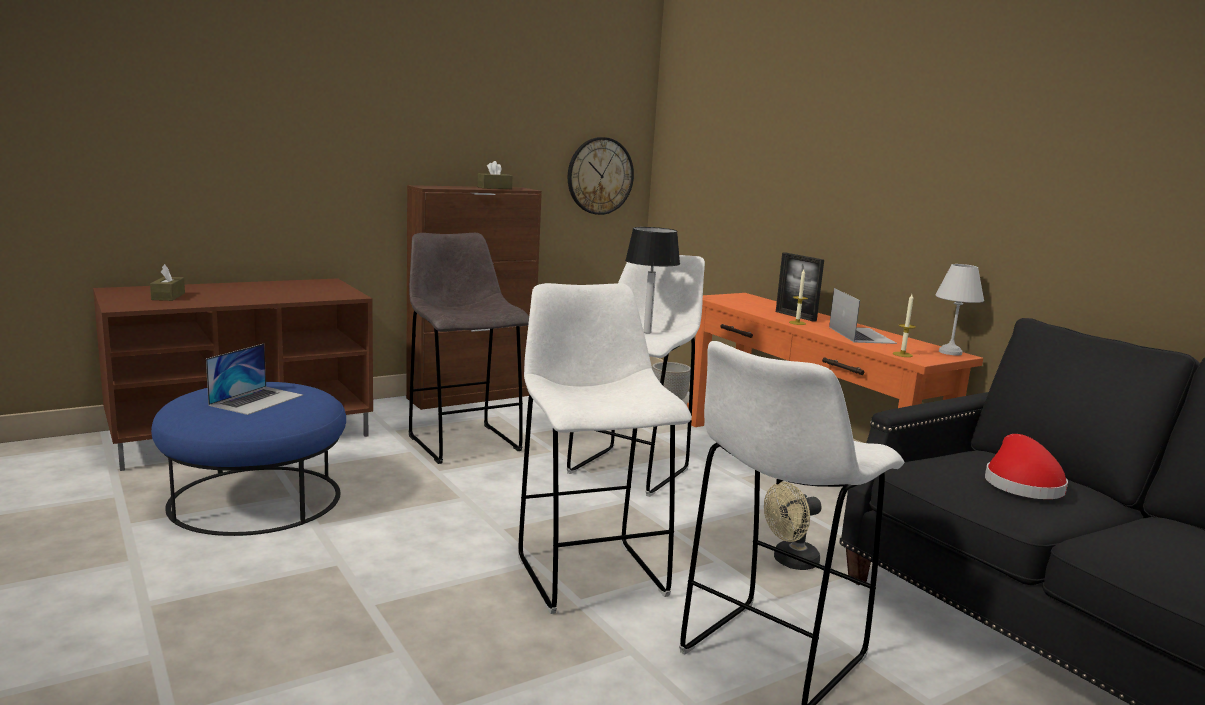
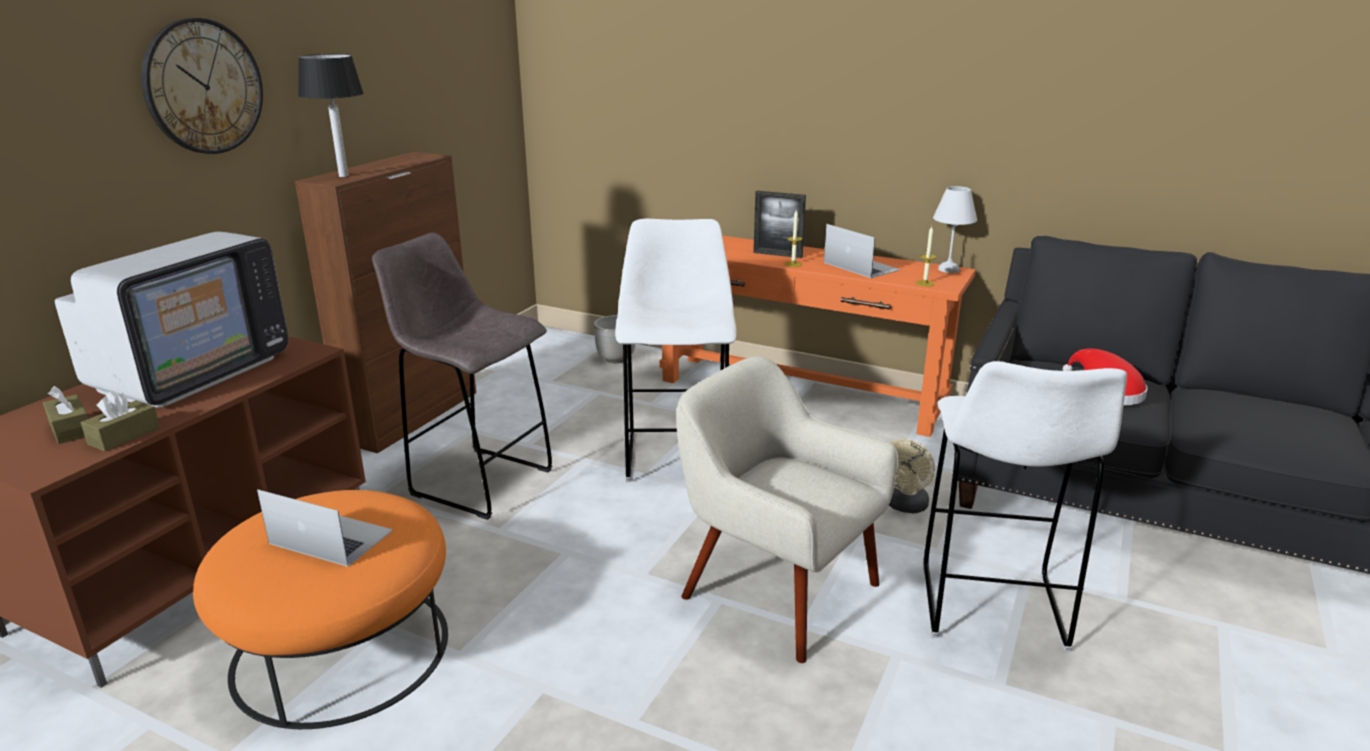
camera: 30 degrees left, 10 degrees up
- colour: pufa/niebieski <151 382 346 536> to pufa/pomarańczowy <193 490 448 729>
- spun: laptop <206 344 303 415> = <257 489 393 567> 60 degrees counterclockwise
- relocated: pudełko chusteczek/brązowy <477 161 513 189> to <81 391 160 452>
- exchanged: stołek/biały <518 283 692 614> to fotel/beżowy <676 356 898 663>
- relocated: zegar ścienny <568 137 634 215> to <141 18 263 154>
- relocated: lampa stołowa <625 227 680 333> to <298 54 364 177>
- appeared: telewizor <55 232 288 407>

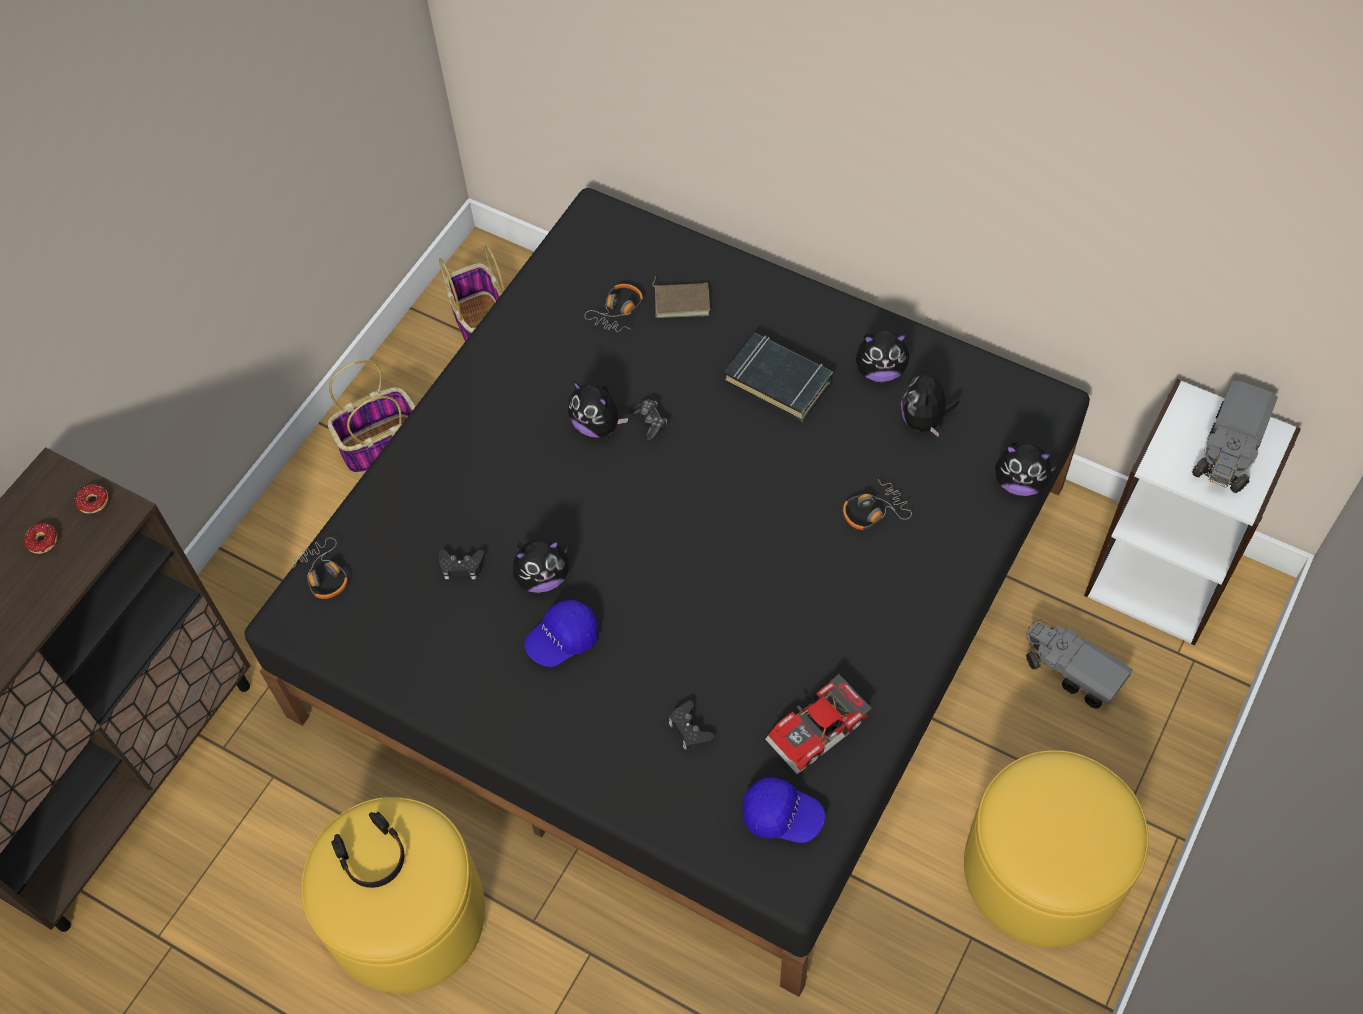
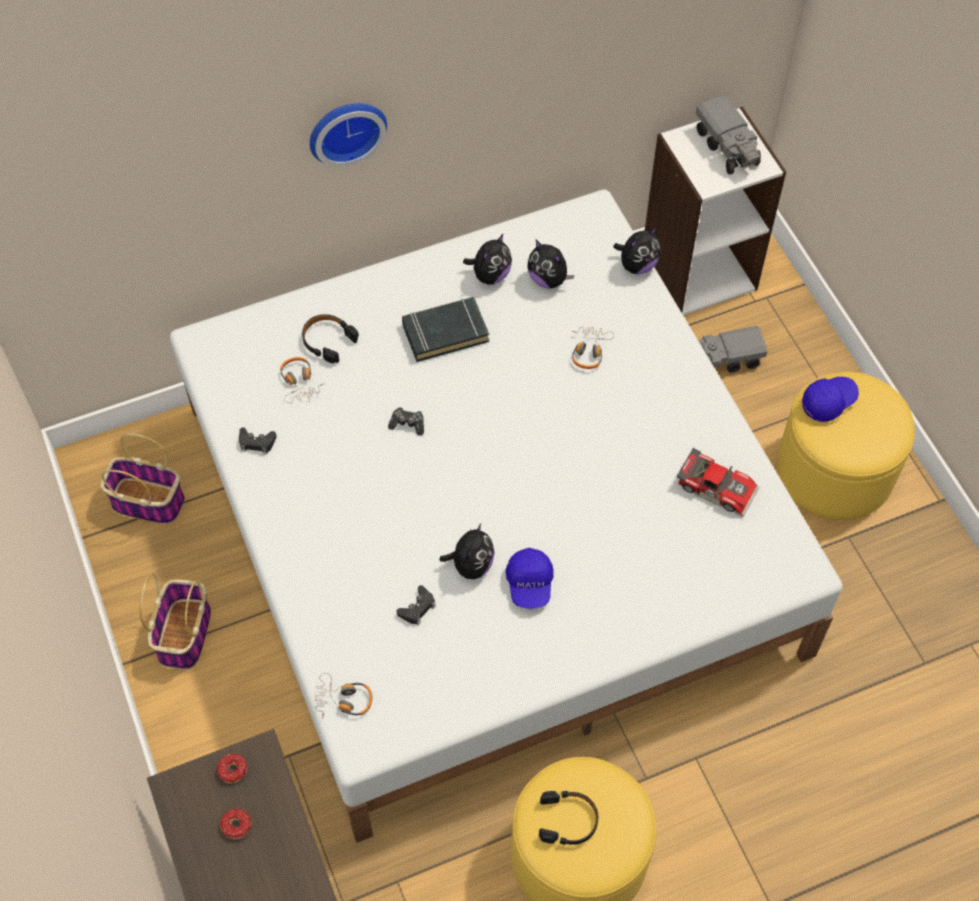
camera: 55 degrees left, 0 degrees up
- colour: łóżko/czarny <245 188 1090 997> to łóżko/biały <170 190 843 843>
- missing: pluszak <568 381 628 438>
- exchanged: książka/brązowy <653 276 710 318> to słuchawki/czarny <302 314 359 363>
- relocated: pad do gier/czarny <669 701 714 750> to <239 427 277 455>
- relocated: czapka z daszkiem/niebieski <742 777 825 843> to <802 377 859 422>
- spun: samochodzik <765 674 872 775> = <677 448 759 517> 60 degrees counterclockwise
- appeared: zegar ścienny <310 103 387 167>

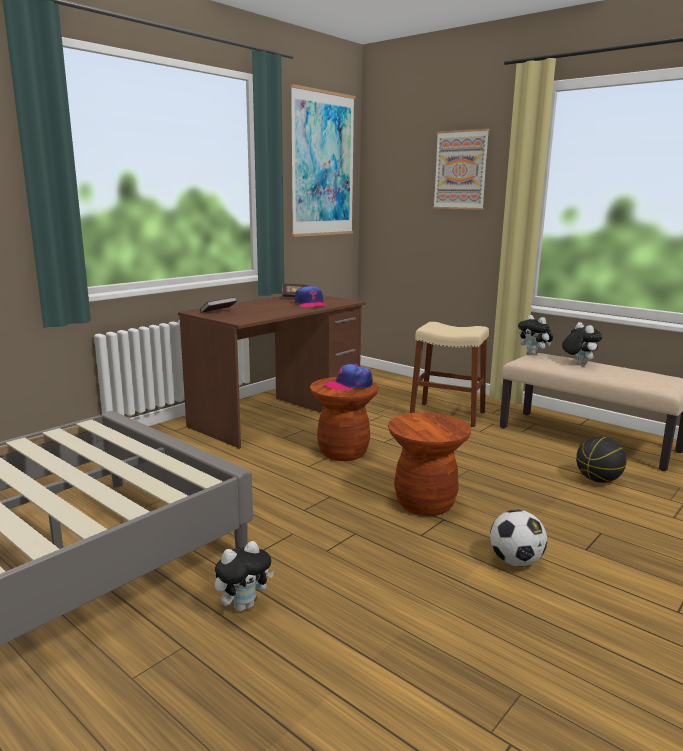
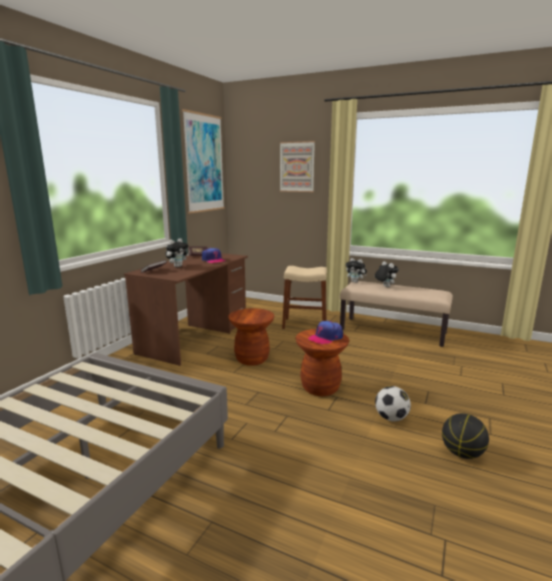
camera: 15 degrees left, 0 degrees up
- relocated: pluszak <215 541 274 612> to <165 238 189 267>
- relocated: czapka z daszkiem <324 364 372 391> to <308 321 343 344>
- relocated: piłka do koszykówki <576 436 627 483> to <442 413 489 459>

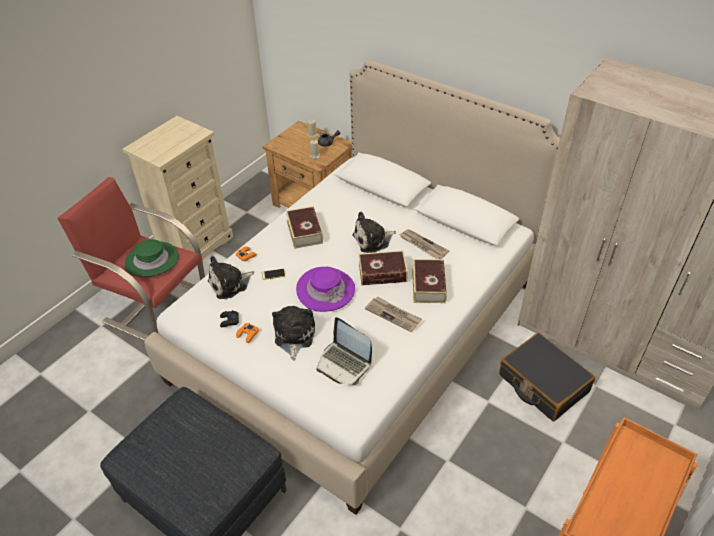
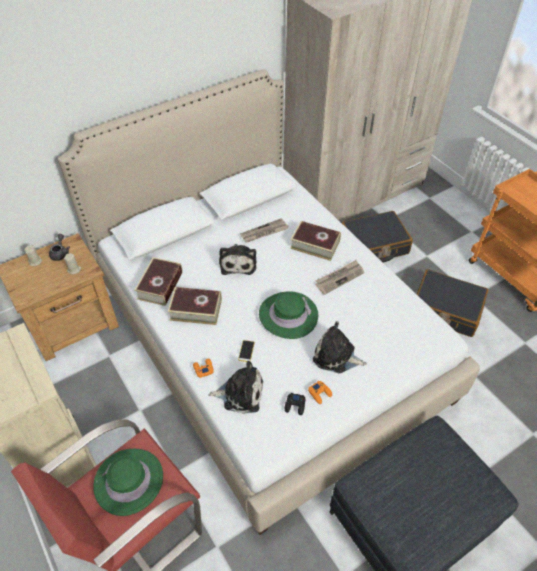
camera: 70 degrees left, 5 degrees up
- spun: pluszak <208 256 255 299> = <209 361 263 414> 75 degrees counterclockwise
- colour: kapelusz/fioletowy <296 267 355 312> to kapelusz/zielony <259 291 318 339>
- missing: laptop <316 317 372 385>
- relocated: książka <358 250 408 286> to <134 257 182 306>
- appeared: walizka/czarny <417 269 488 337>

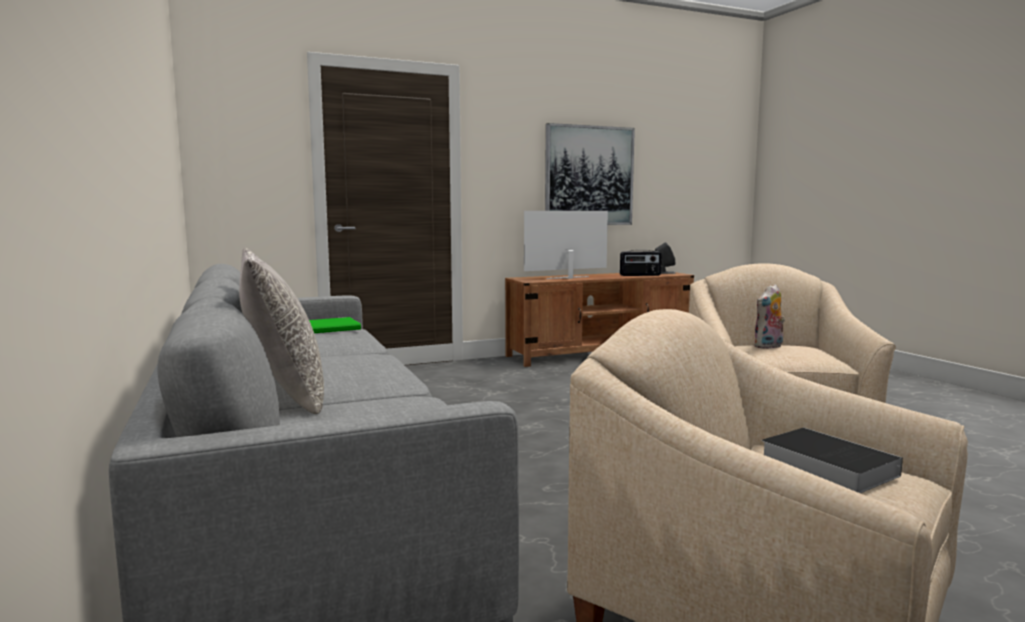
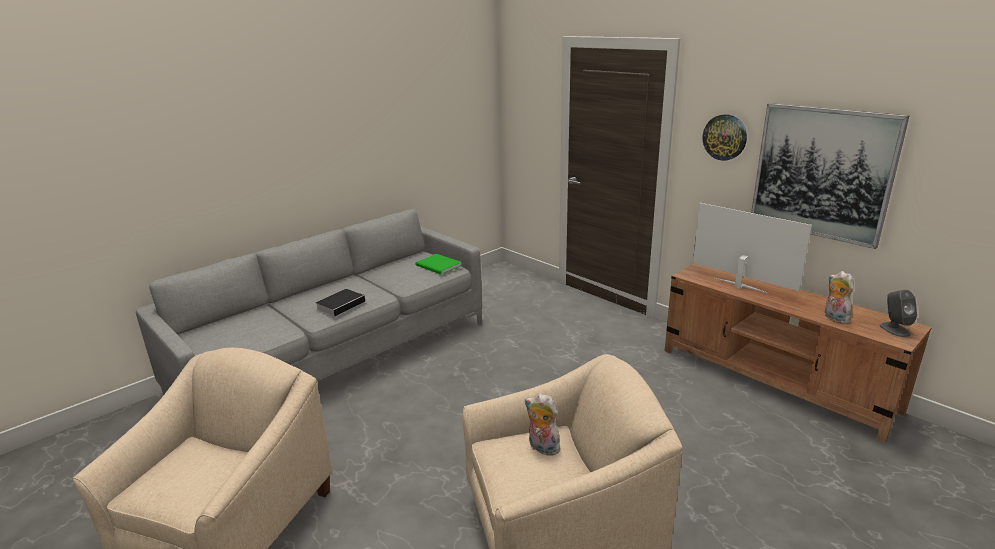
camera: 70 degrees right, 15 degrees up
- missing: poduszka/szary <239 248 324 414>
- exchanged: radio <620 250 662 276> to pluszak <825 271 854 324>
- relocated: książka <762 428 903 493> to <315 289 369 317>
- appeared: zegar ścienny <703 114 747 161>

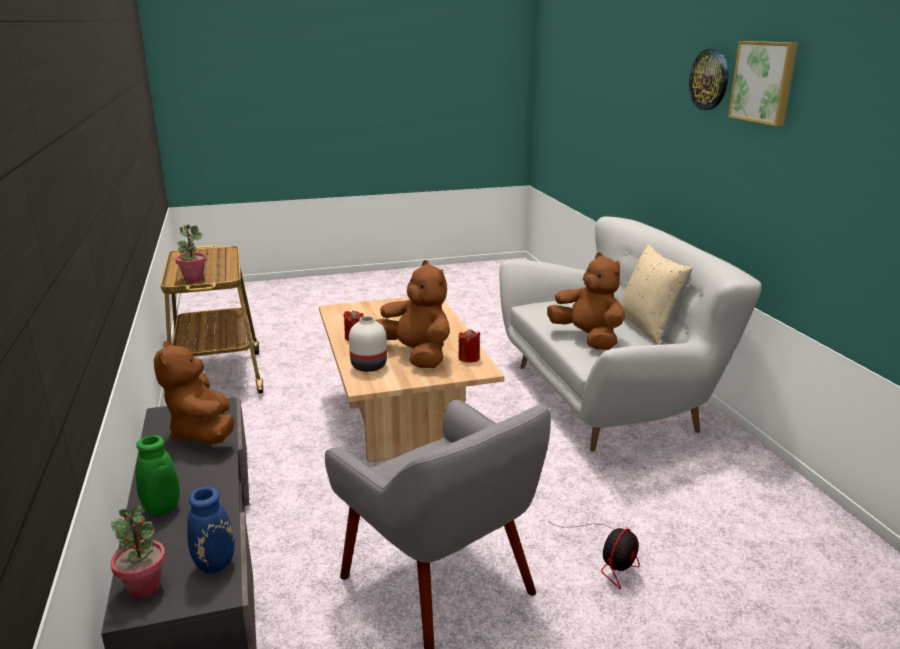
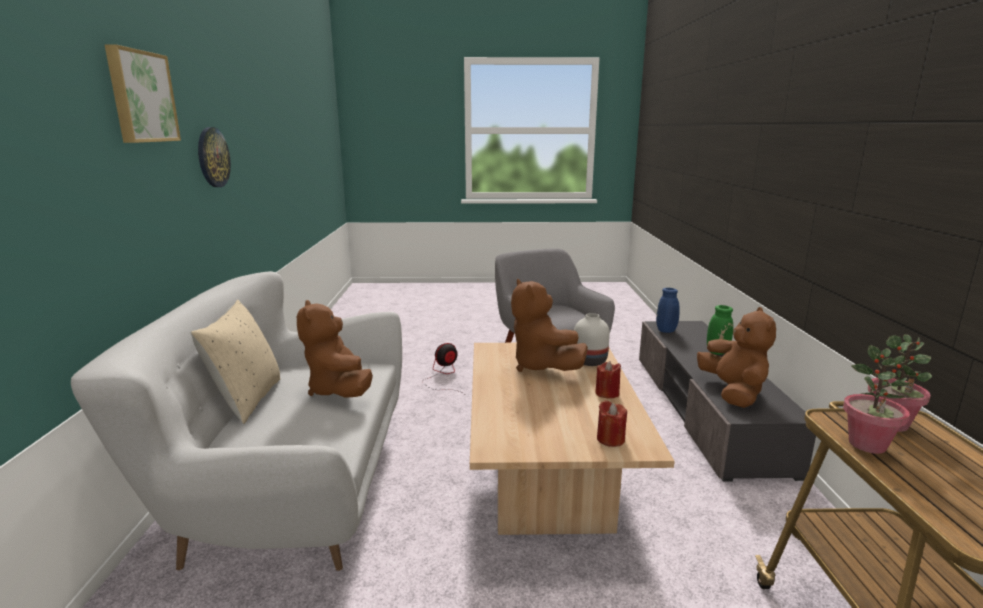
camera: 165 degrees left, 5 degrees down
- relocated: roślina doniczkowa <110 505 166 599> to <843 345 910 454>
- relocated: świeca/czerwony <458 329 480 362> to <597 400 627 447>
- relocated: zegar ścienny <689 49 728 110> to <198 127 231 187>

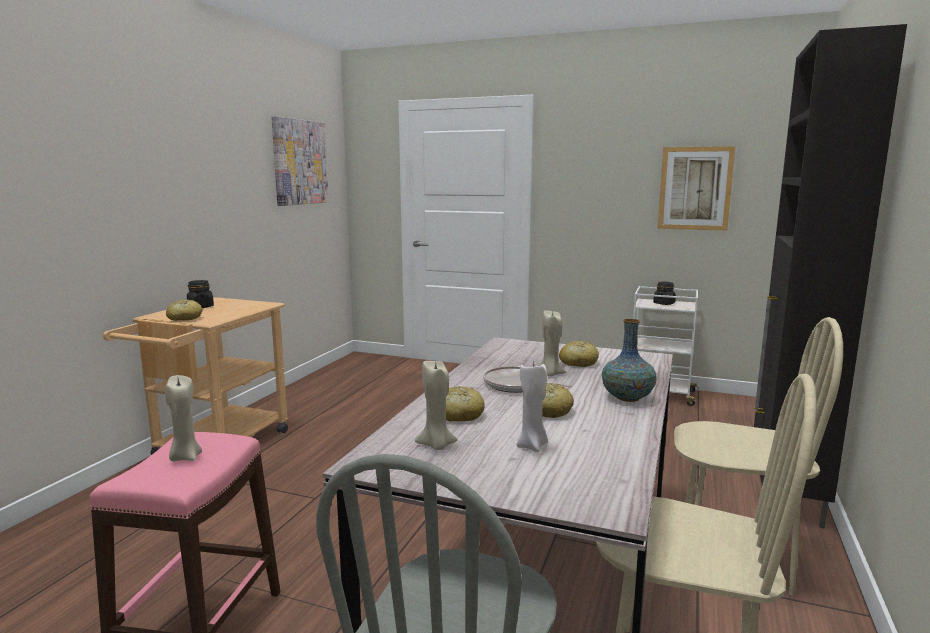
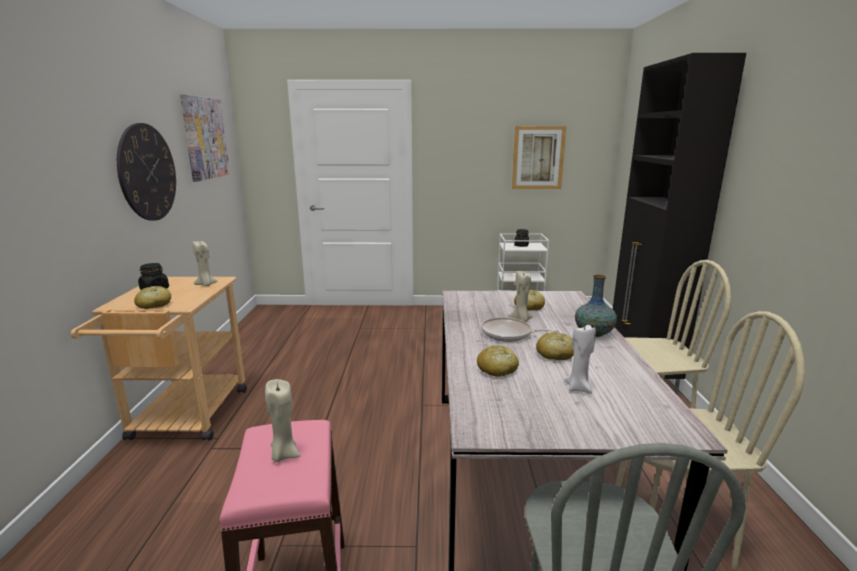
camera: 20 degrees left, 5 degrees up
- relocated: świeca/beżowy <415 361 458 450> to <193 241 218 286>
- appeared: zegar ścienny <117 123 176 221>

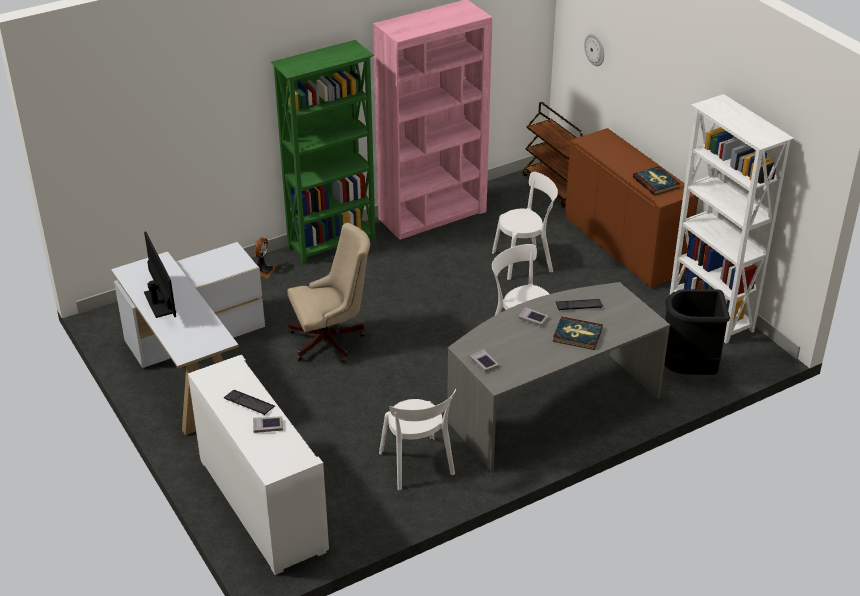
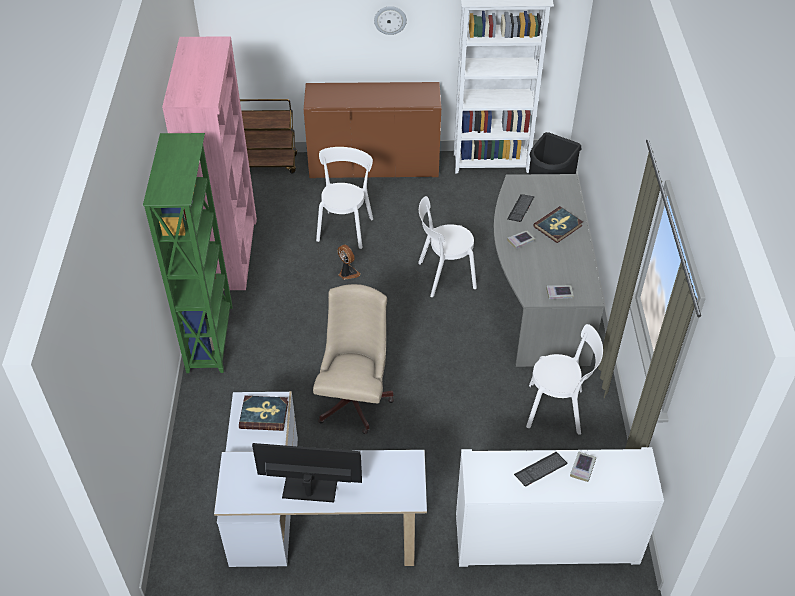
camera: 60 degrees left, 10 degrees up
- relocated: wentylator <254 237 276 278> to <337 244 360 280>
- relocated: zegar ścienny <584 34 604 66> to <374 6 407 35>
- relocated: książka <633 166 680 196> to <239 396 288 431>

